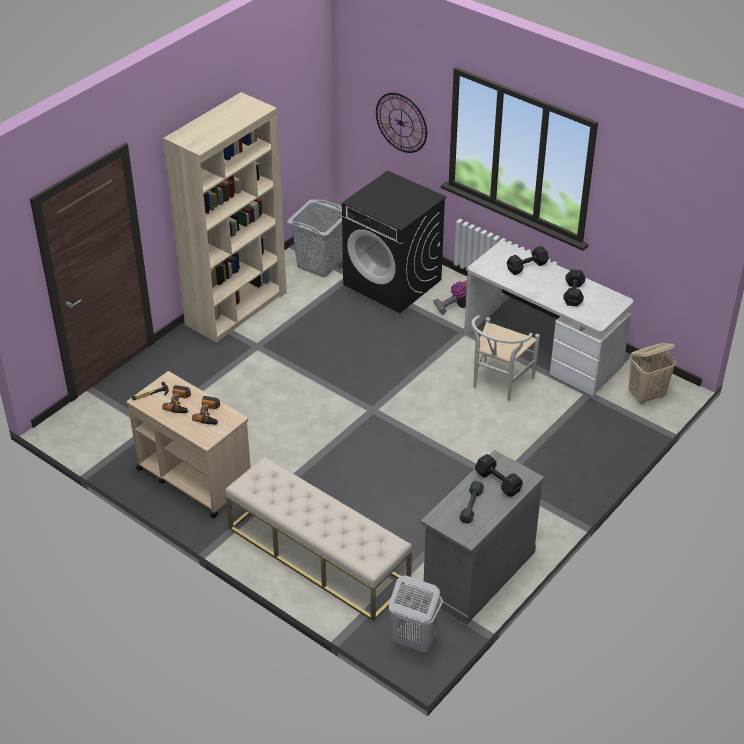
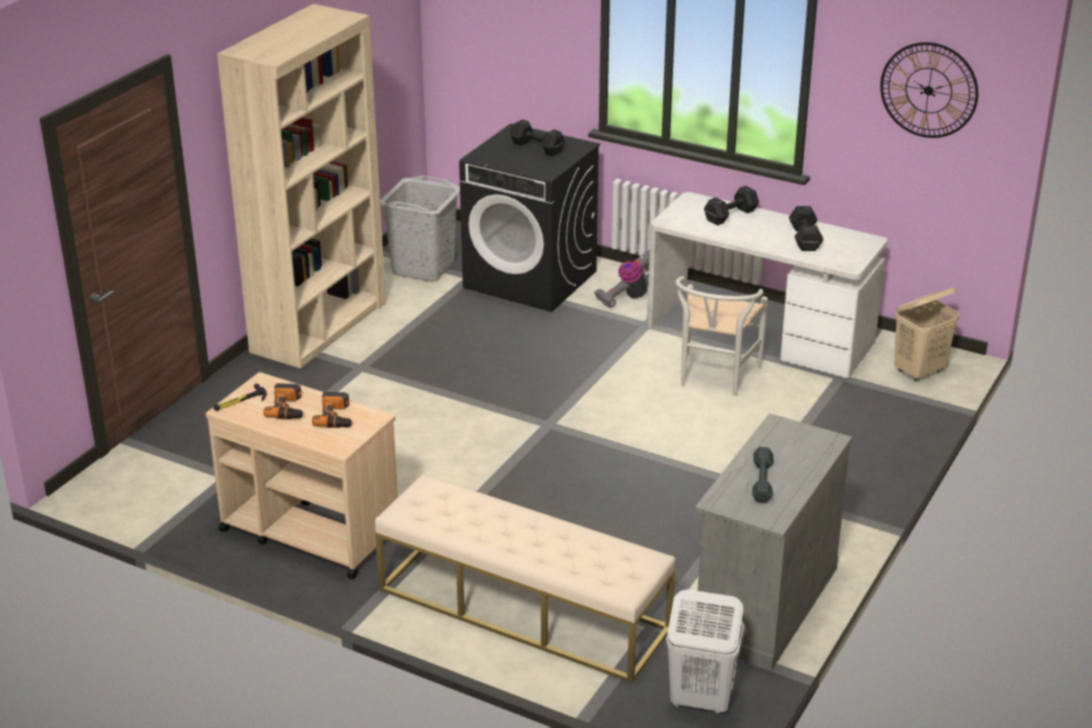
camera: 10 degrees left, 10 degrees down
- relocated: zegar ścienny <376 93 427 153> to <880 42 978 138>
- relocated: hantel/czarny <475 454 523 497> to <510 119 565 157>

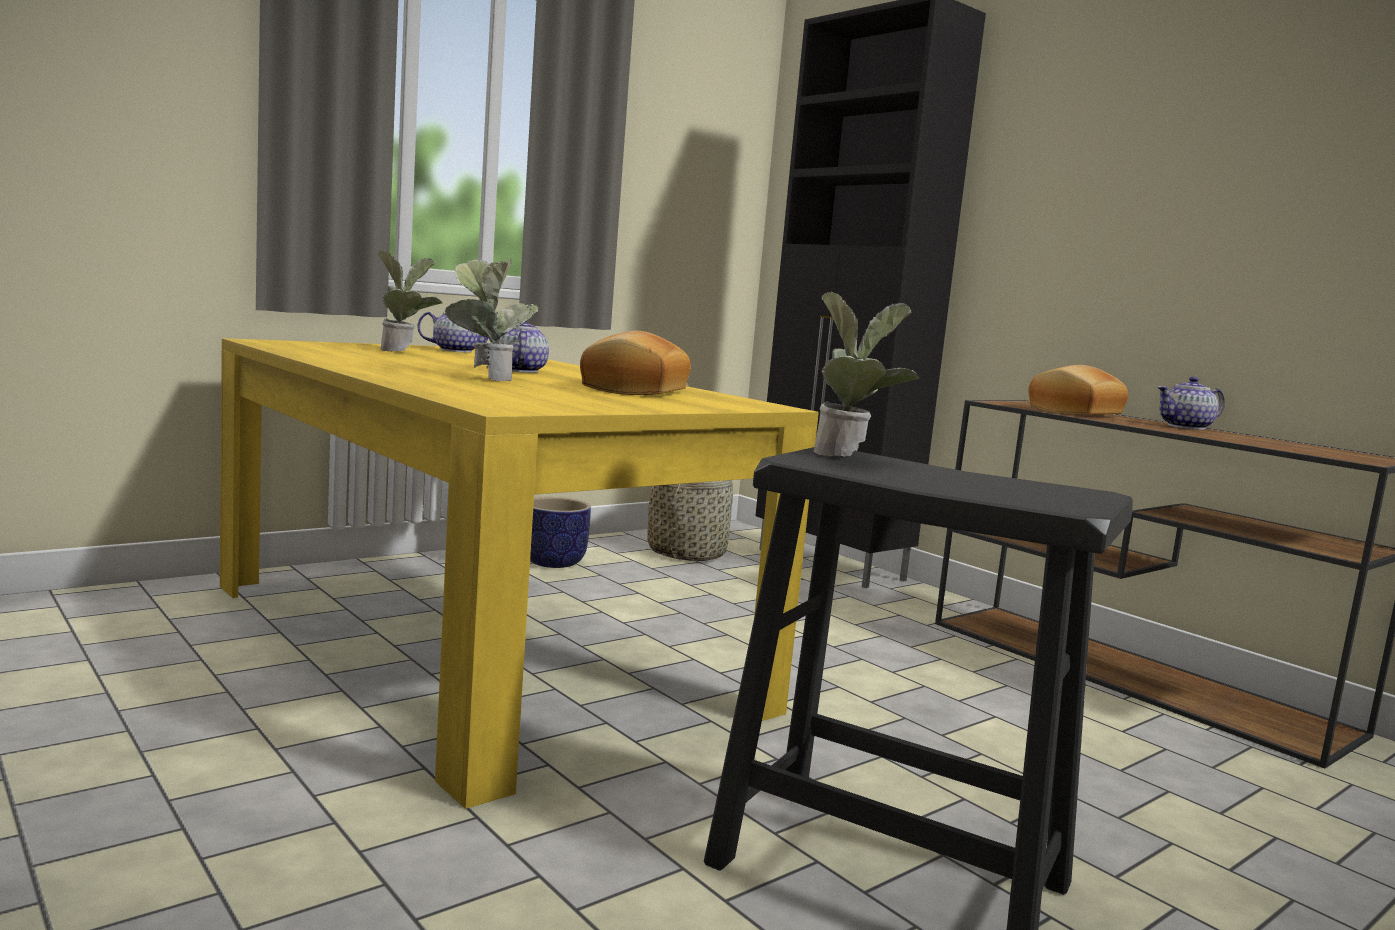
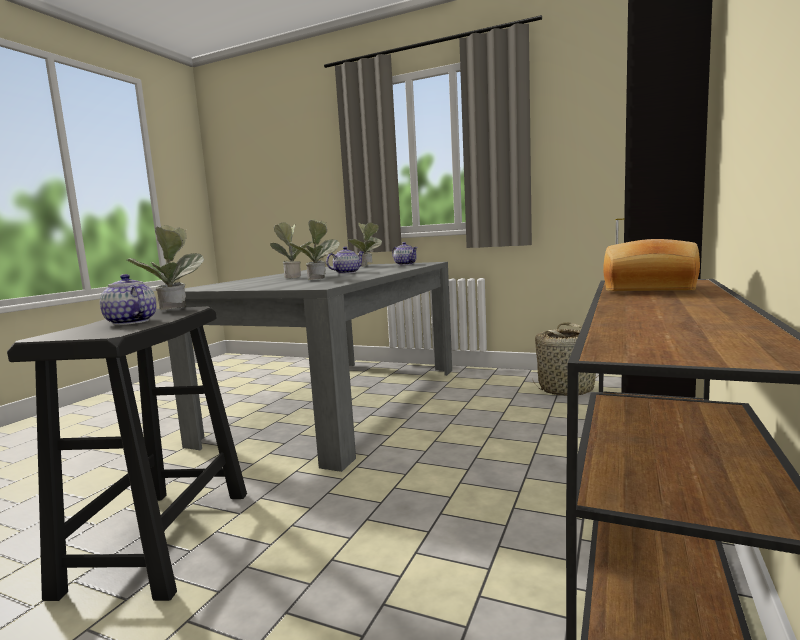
camera: 65 degrees right, 0 degrees up
- colour: stół jadalny/żółty <220 338 819 809> to stół jadalny/szary <168 262 452 472>
- missing: donica <530 497 591 568>
- exchanged: chleb <580 331 691 395> to roślina doniczkowa <288 219 340 280>
- relocated: imbryk <1157 377 1225 430> to <100 274 156 325>

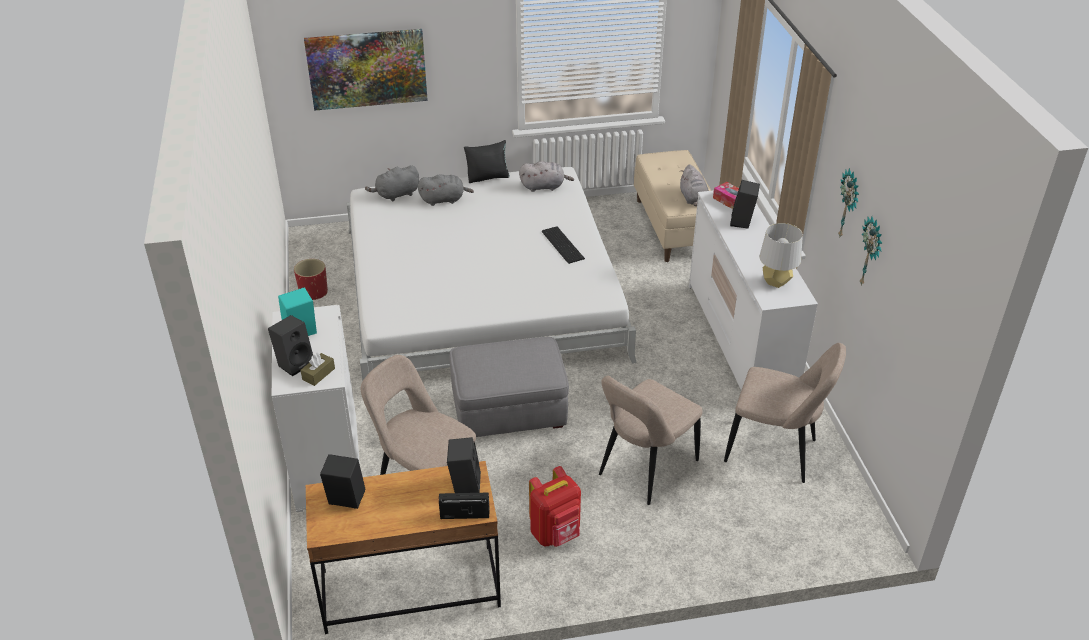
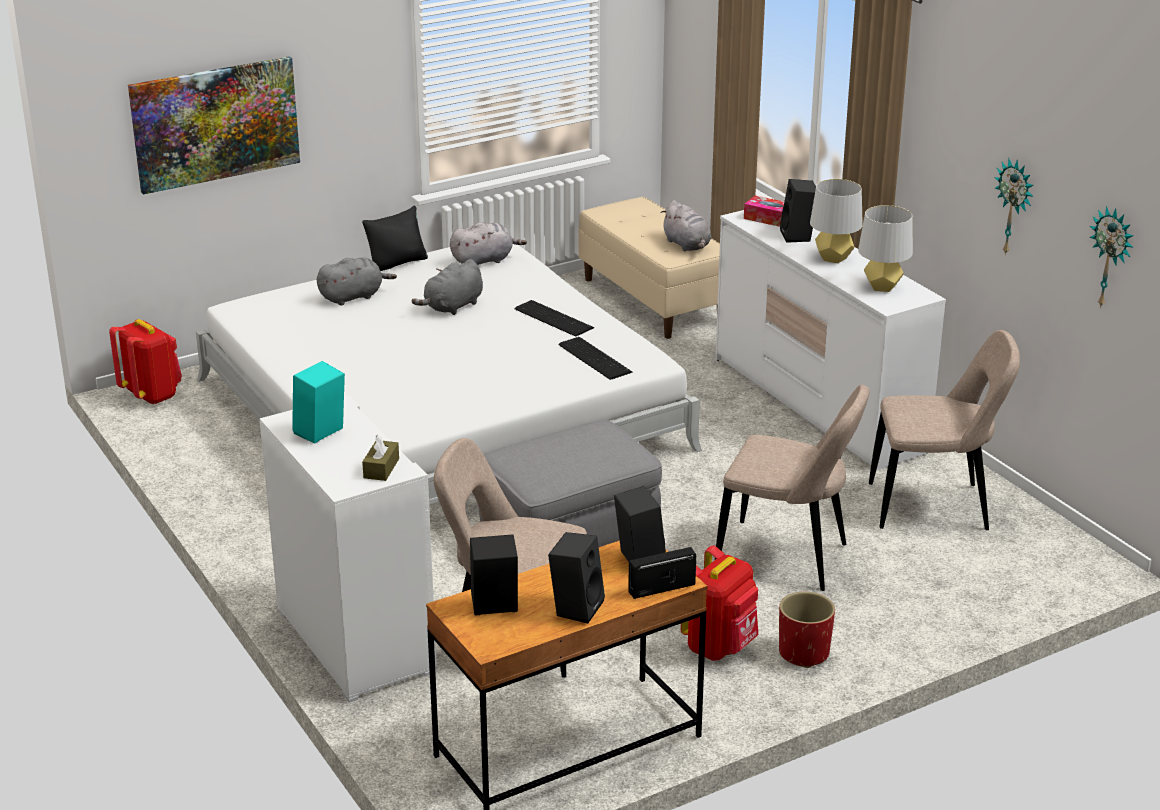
camera: 20 degrees left, 10 degrees down
- relocated: głośnik/czarny <268 315 313 376> to <548 532 605 623>
- relocated: donica/czerwony <294 259 328 300> to <779 592 835 668>
- relocated: pluszak/szary <365 165 419 202> to <412 259 483 315>
- spun: krzesło/beżowy <599 376 703 505> = <715 385 870 591> 90 degrees counterclockwise
- relocated: zegar ścienny <838 168 859 238> to <1090 206 1134 308>
- appeared: plecak/czerwony <109 319 182 405>
- appeared: klawiatura <558 337 632 380>
- appeared: lampa stołowa/szary <810 179 863 263>

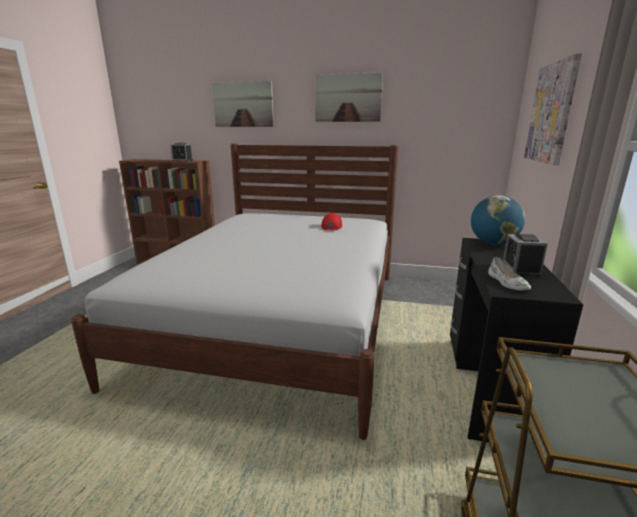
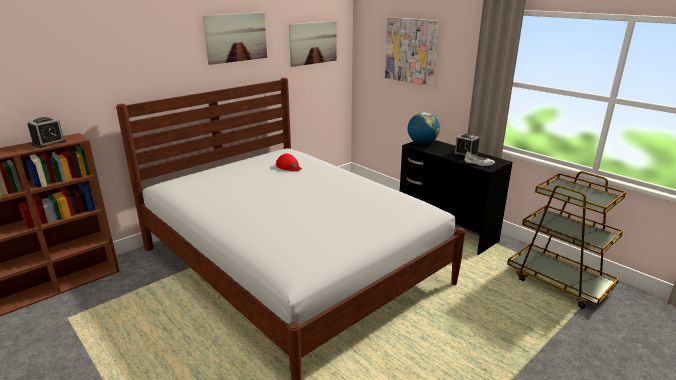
camera: 55 degrees left, 5 degrees up
- relocated: obraz <212 81 274 127> to <289 21 337 67>

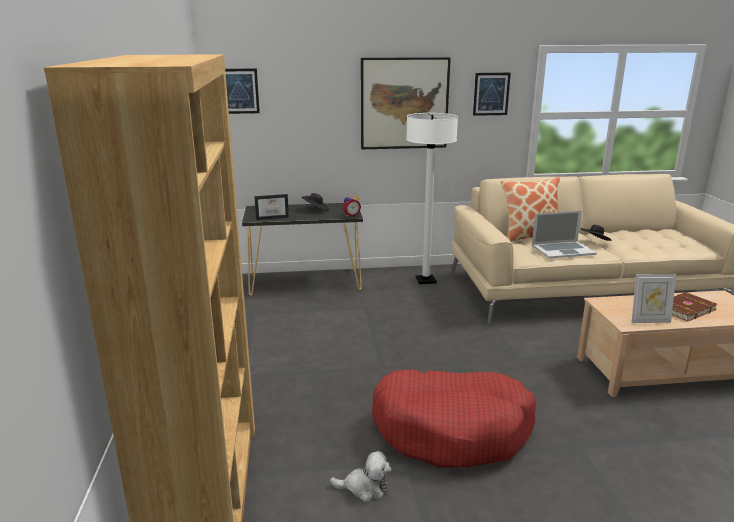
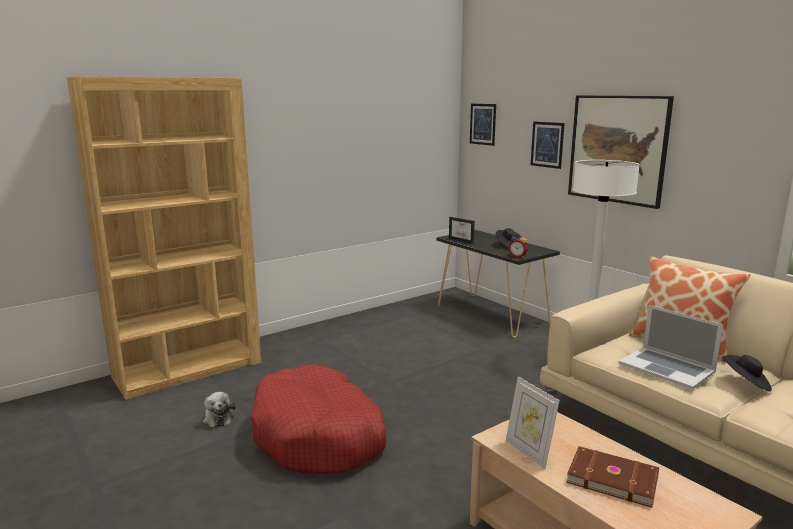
camera: 60 degrees right, 5 degrees down
- relocated: obraz <473 73 511 116> to <531 122 565 169>

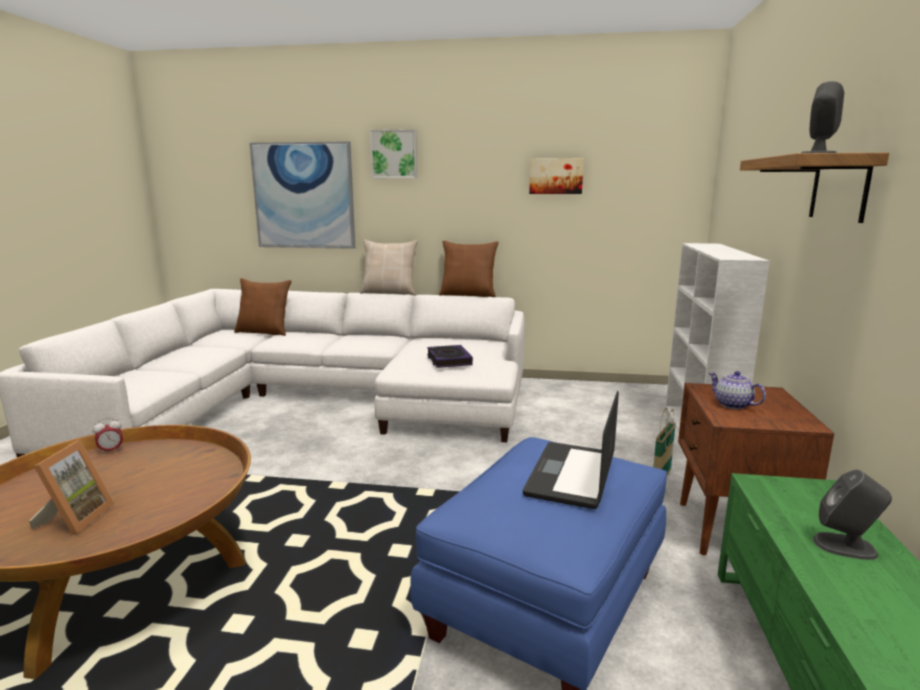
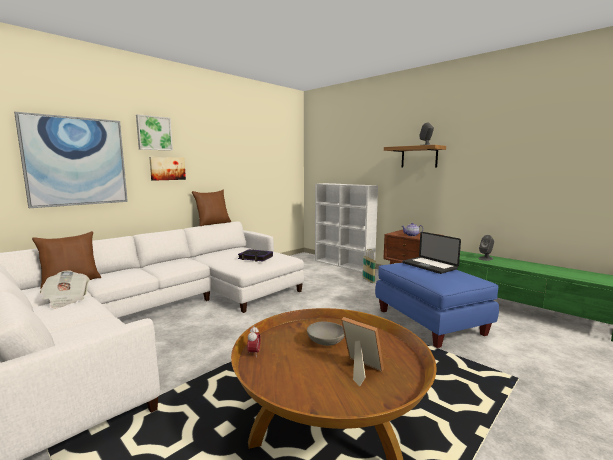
camera: 55 degrees left, 5 degrees down
- missing: poduszka/beżowy <360 240 418 295>
- relocated: obraz <529 158 584 194> to <149 157 186 181>
- appeared: gazeta <40 270 90 308>
- appeared: miska/szary <307 322 345 346>

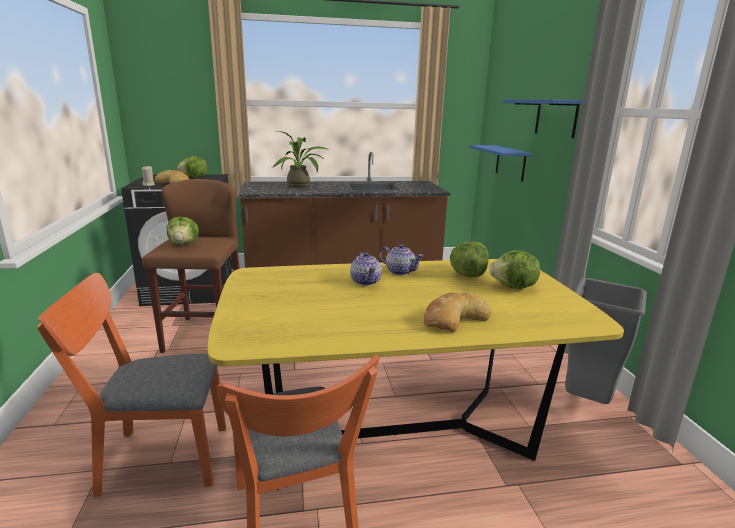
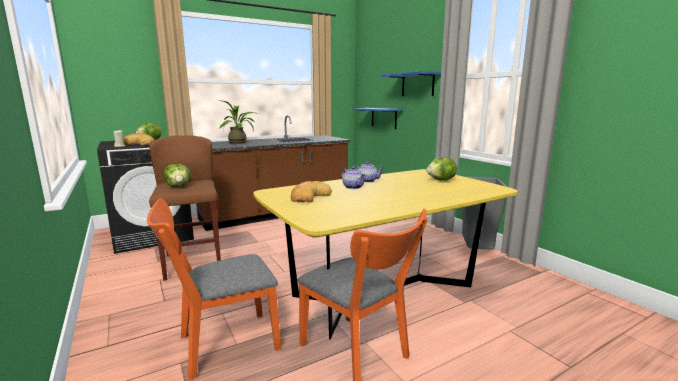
camera: 20 degrees left, 5 degrees down
- relocated: chleb <424 292 492 332> to <291 181 332 203>
- missing: sałata <450 241 488 277>

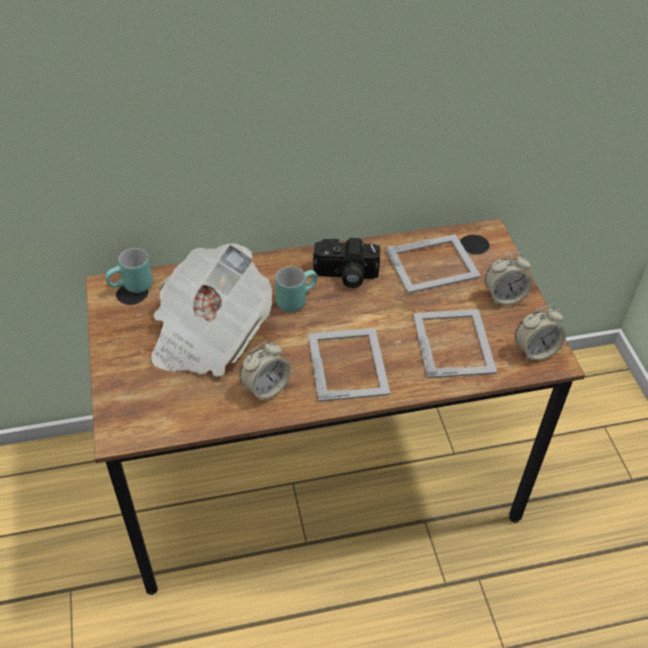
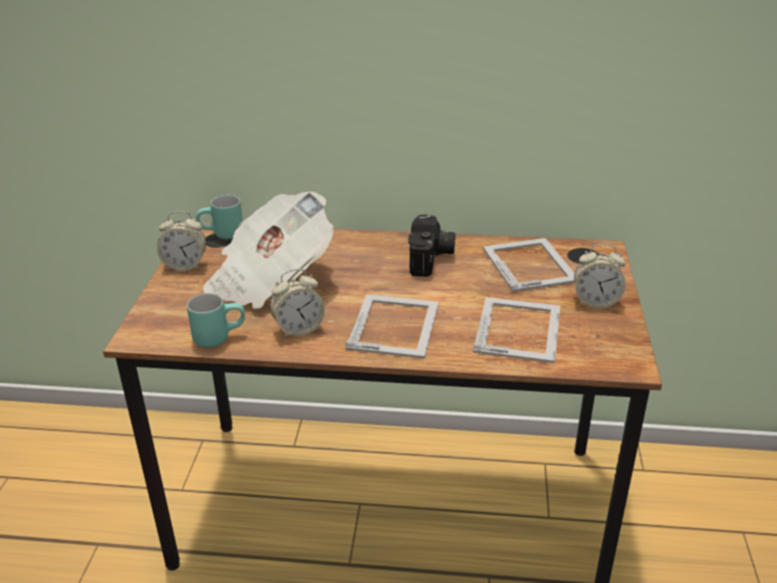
camera: 20 degrees right, 15 degrees down
- relocated: kubek/turkusowy <275 266 317 312> to <187 293 245 348>
- spun: aparat fotograficzny <313 238 380 288> = <408 214 455 277> 105 degrees counterclockwise
- spun: ramka na zdjęcie <385 234 481 293> = <483 238 575 292> 105 degrees counterclockwise
- relocated: budzik <515 305 566 361> to <157 211 206 271>

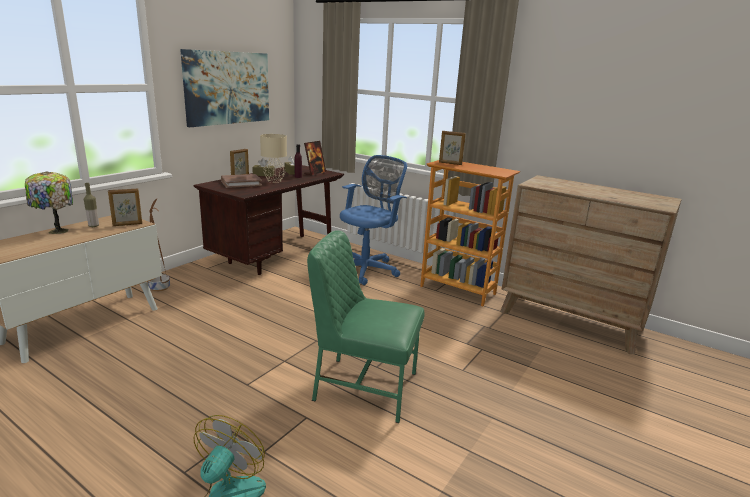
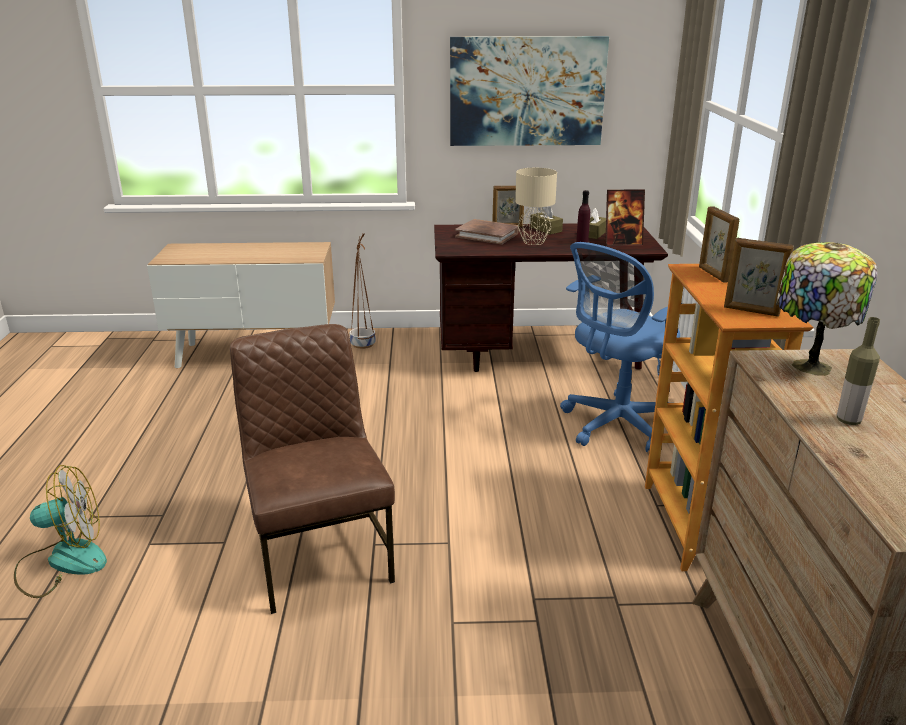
camera: 55 degrees right, 5 degrees up
- relocated: lampa stołowa <25 171 73 234> to <776 242 878 376>
- relocated: butelka <84 183 99 227> to <837 317 880 425>
- relocated: ramka na zdjęcie <108 188 142 226> to <724 238 794 317>
- colour: krzesło/zielony <307 230 425 423> to krzesło/brązowy <230 324 395 614>
- spun: krzesło biurowe/niebieski <340 155 407 285> = <560 242 683 452> 135 degrees clockwise

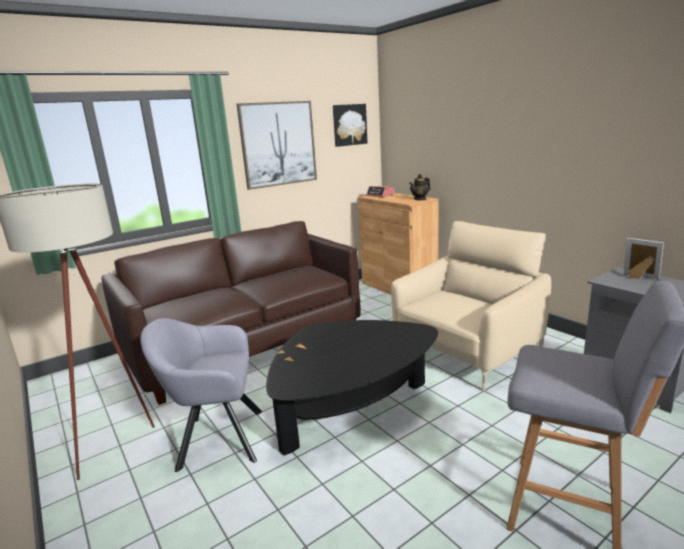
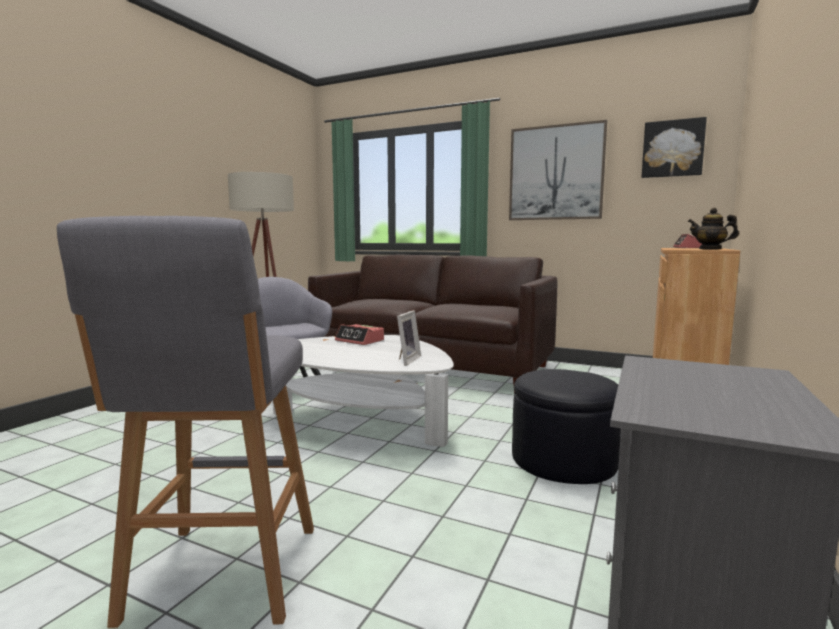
camera: 60 degrees right, 10 degrees down
- colour: ława/czarny <266 320 438 456> to ława/biały <273 335 454 447>
- exchanged: fotel/beżowy <391 221 551 391> to pufa/czarny <512 369 621 484>
- relocated: ramka na zdjęcie <624 238 664 280> to <397 310 421 366>
- appeared: budzik <335 324 384 345>

